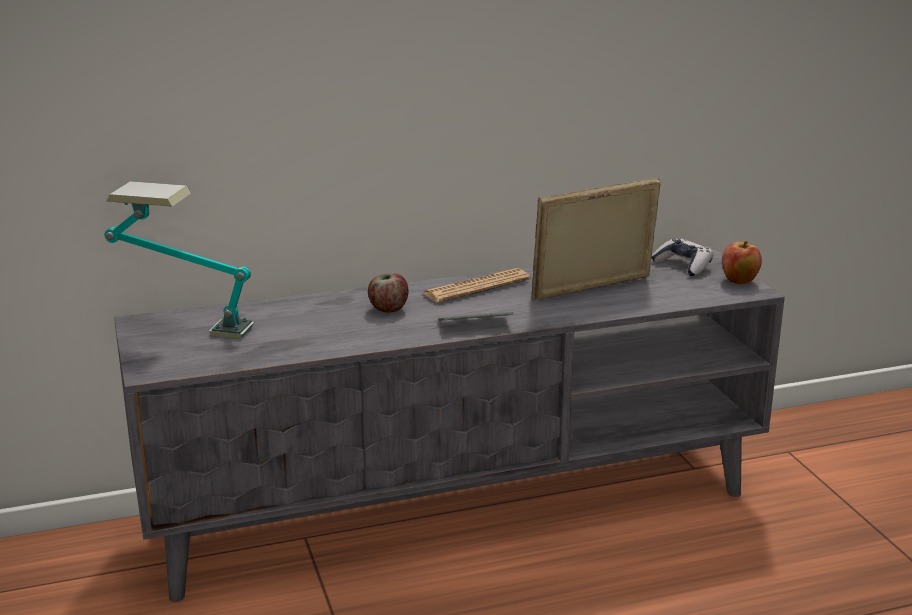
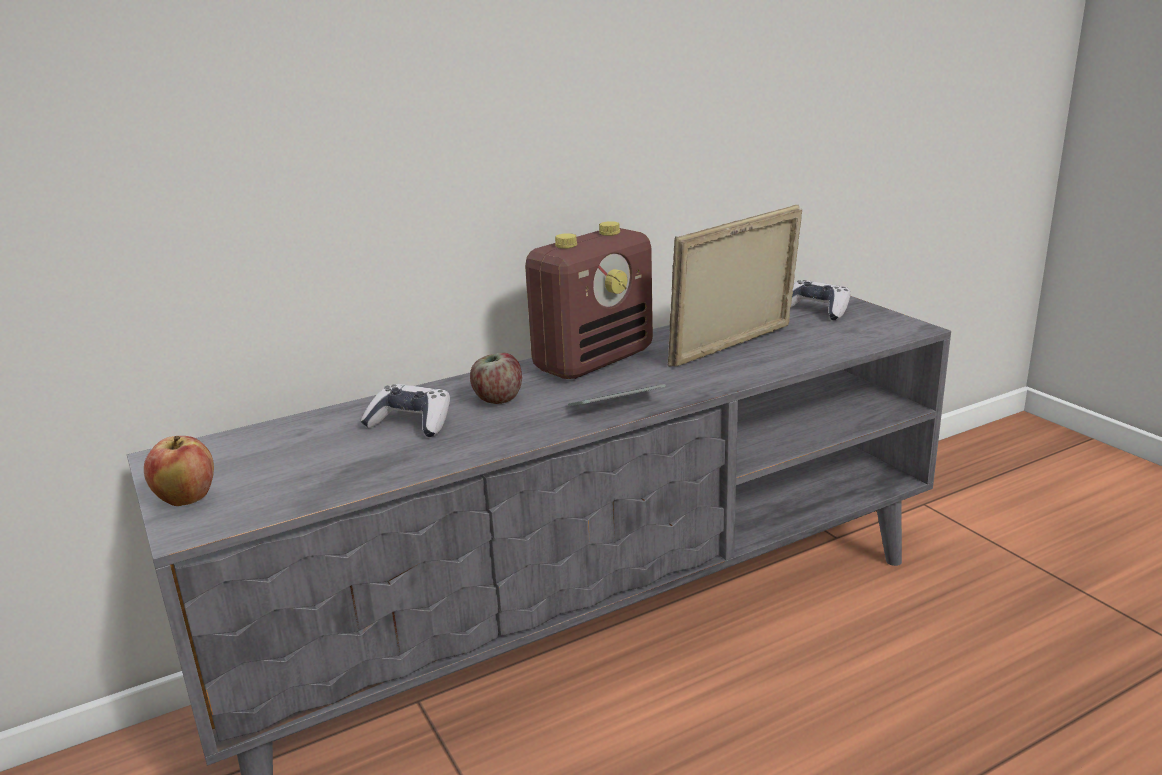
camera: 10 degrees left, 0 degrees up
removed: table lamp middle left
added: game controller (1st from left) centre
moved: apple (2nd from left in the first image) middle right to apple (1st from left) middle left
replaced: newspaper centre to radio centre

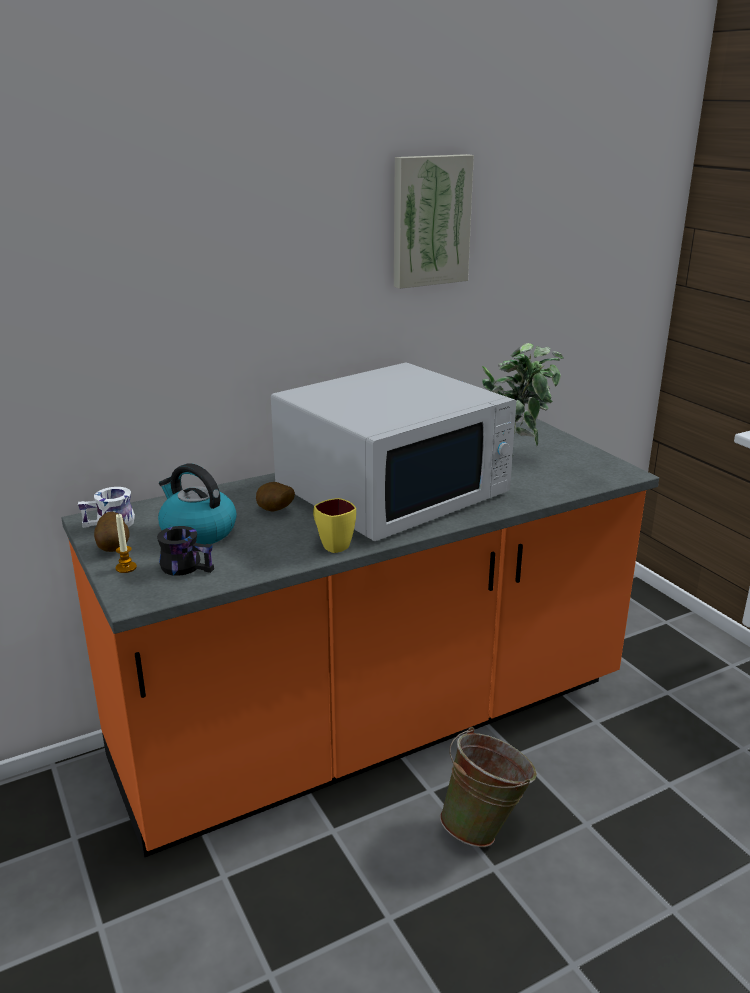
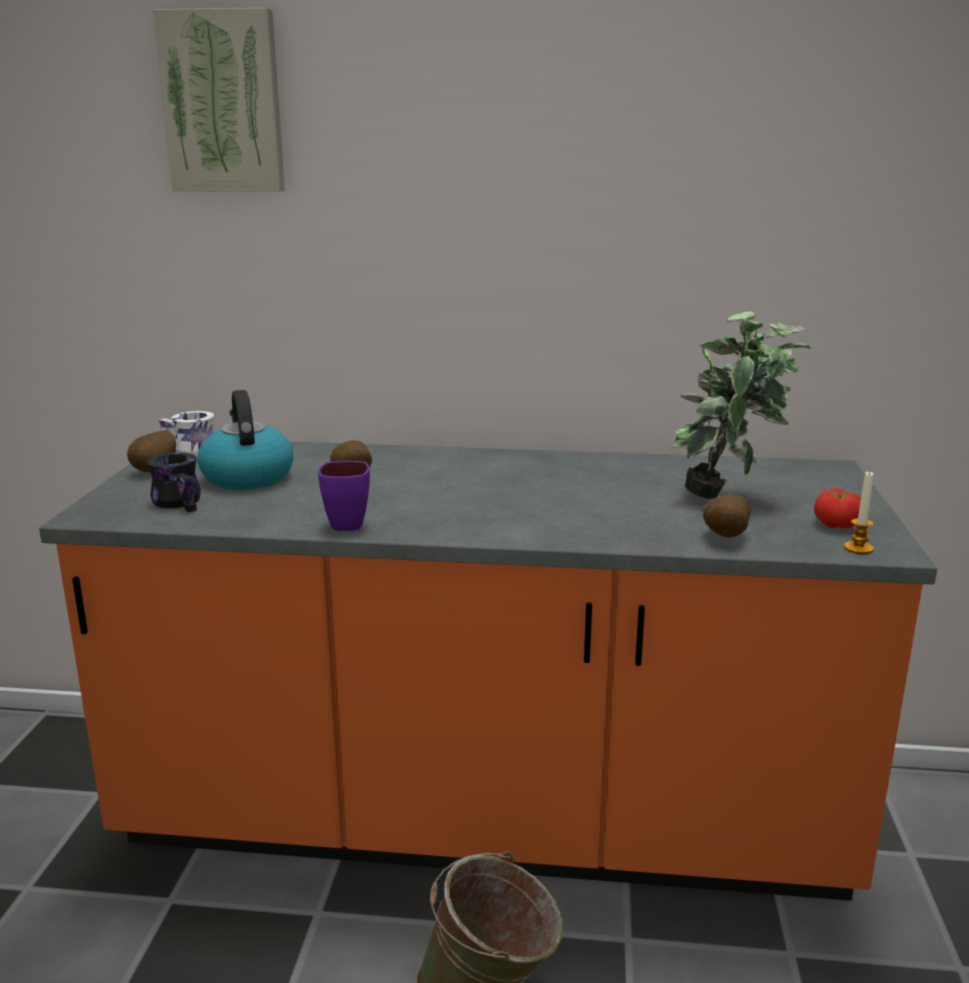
camera: 35 degrees right, 5 degrees down
removed: microwave (white) centre
added: potato (3rd from left) middle right; tomato middle right
moved: candle middle left to middle right; picture top centre to top left
recoloured: mug (yellow) centre to mug (purple) centre

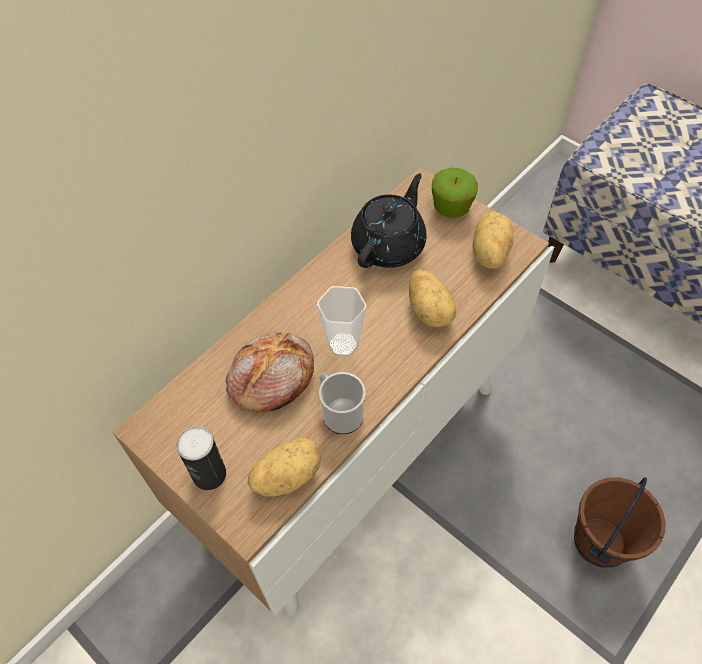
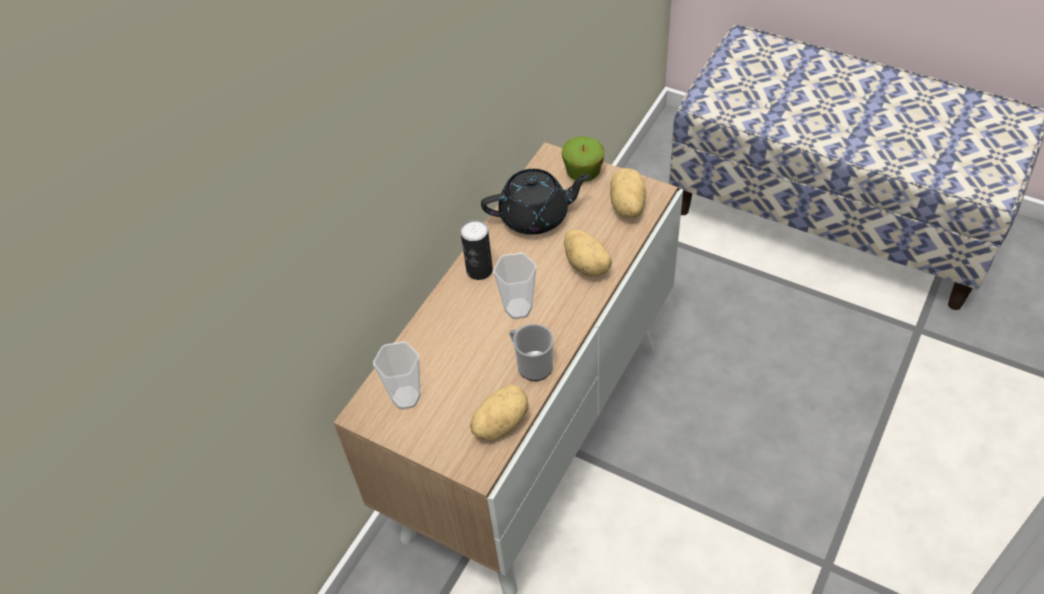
camera: 10 degrees left, 5 degrees down
removed: bread centre; bucket (brown) bottom right
added: cup (1st from left) centre
moved: can bottom left to centre
turned: teapot (black) top centre = centre 60 degrees clockwise

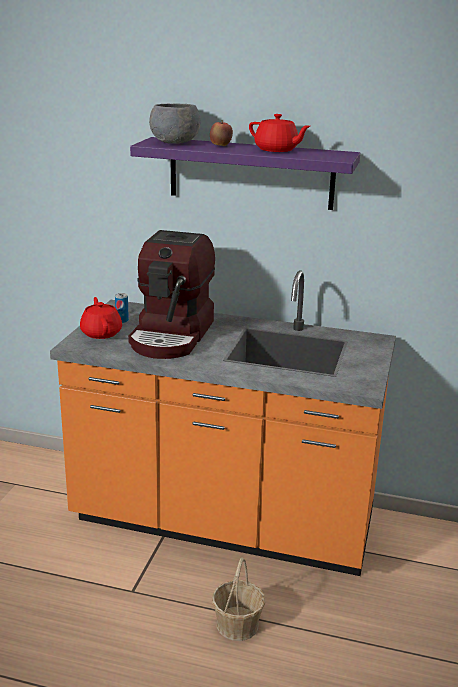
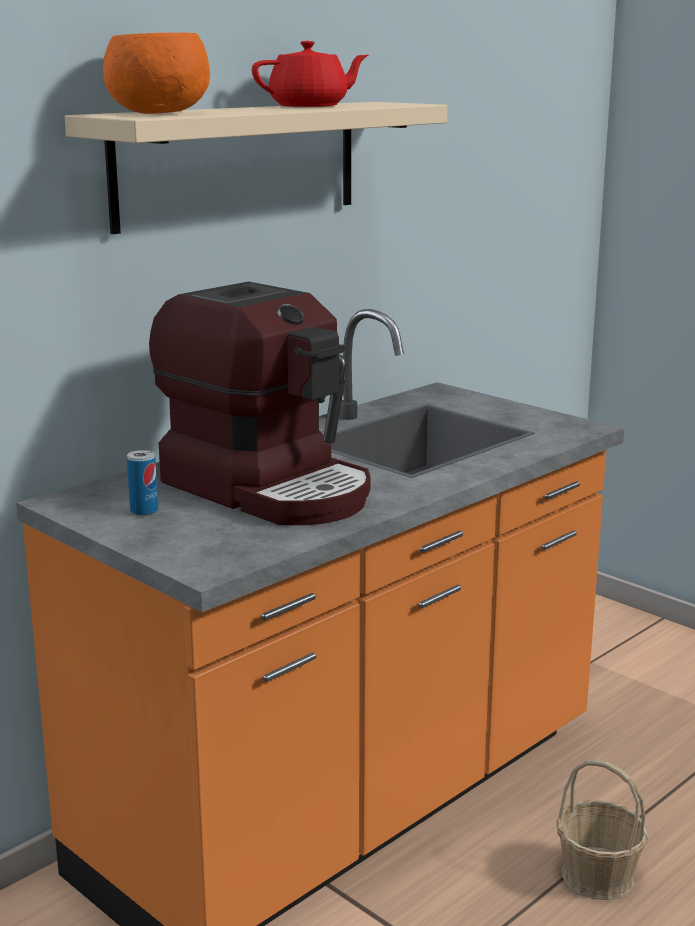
camera: 60 degrees left, 5 degrees down
removed: teapot (red) (1st from left) middle left; apple top centre
recoloured: shelf (purple) top centre to shelf (beige) top centre; bowl (grey) top centre to bowl (orange) top left

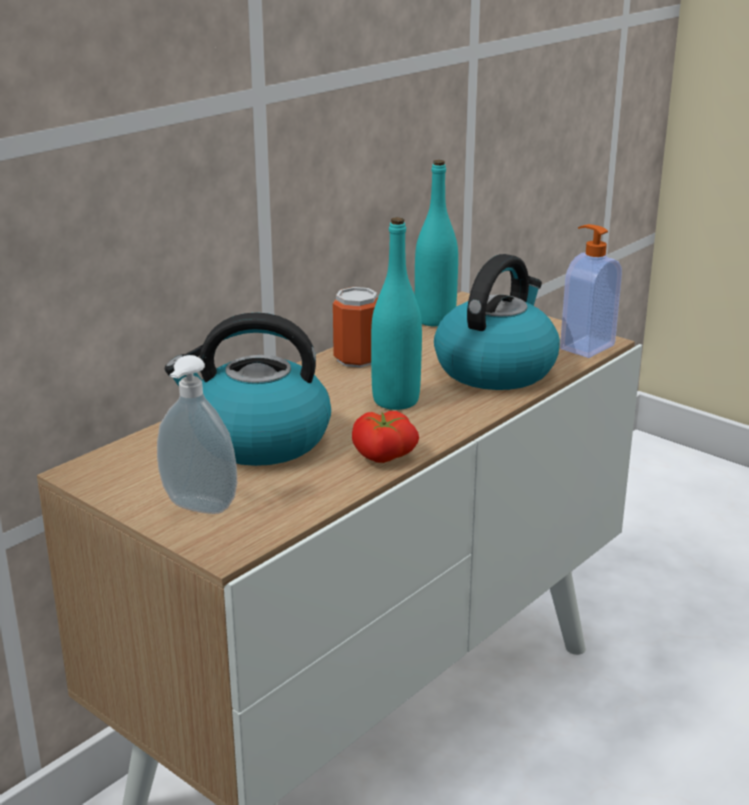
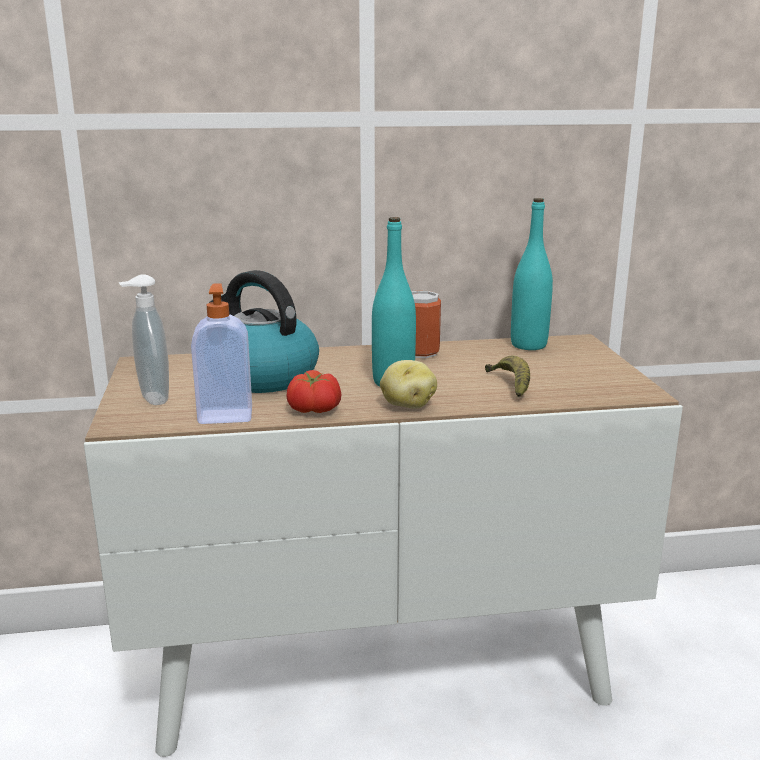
camera: 40 degrees right, 5 degrees down
added: potato centre
moved: soap dispenser (2nd from left) middle right to middle left
replaced: kettle (2nd from left) centre to banana middle right

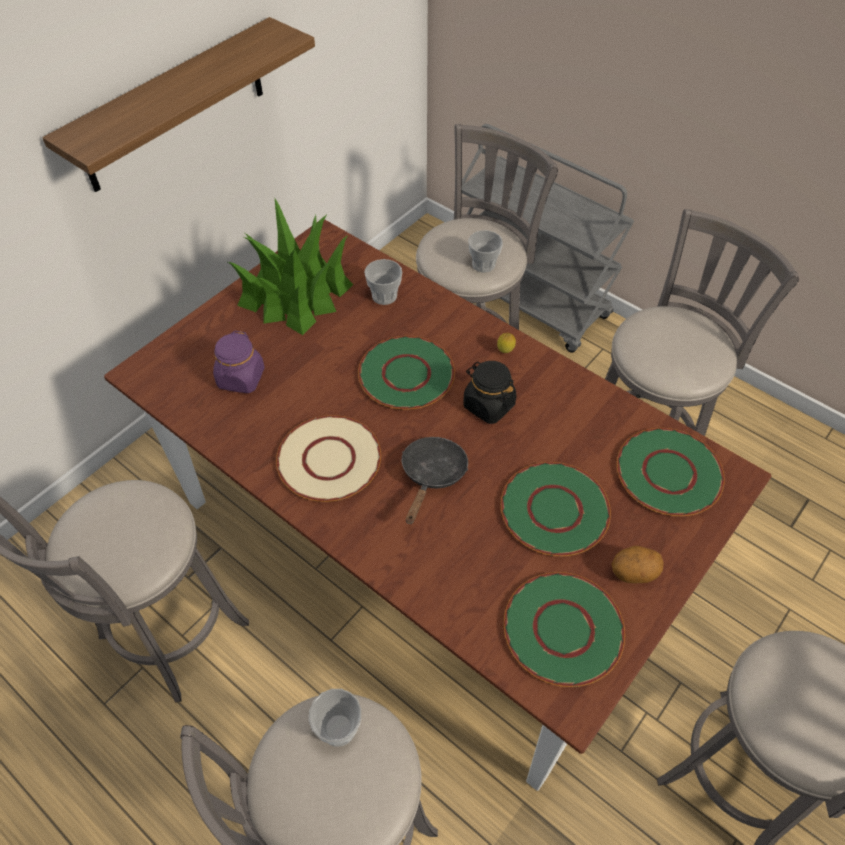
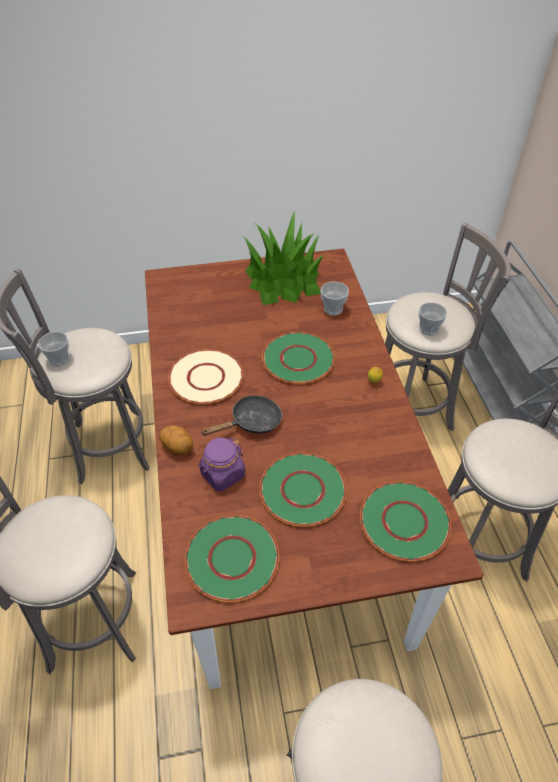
camera: 40 degrees right, 5 degrees down
removed: shelf top left; jar (black) centre
moved: jar (purple) middle left to centre; cup (1st from left) bottom centre to middle left; potato bottom right to middle left

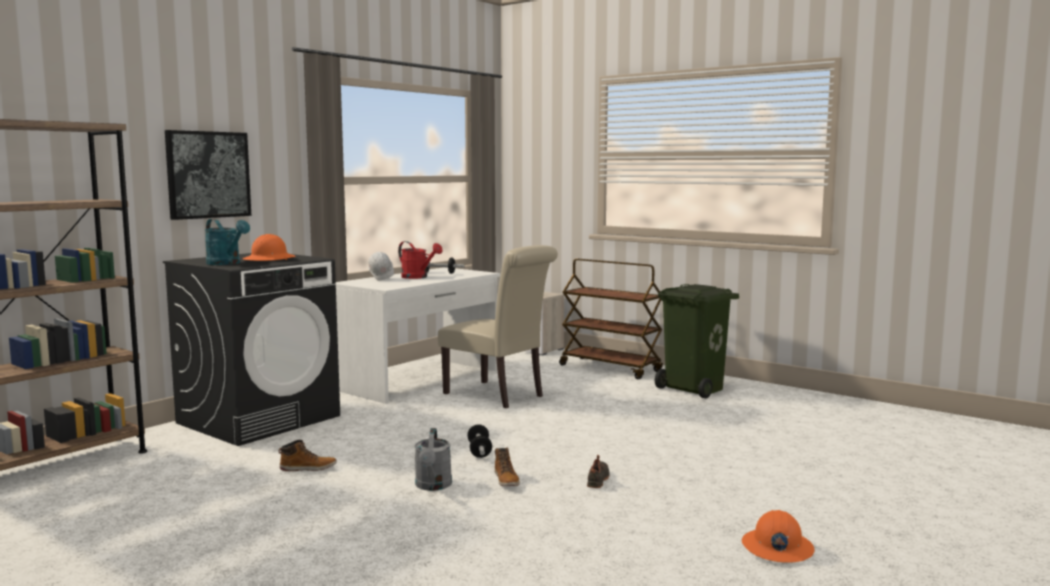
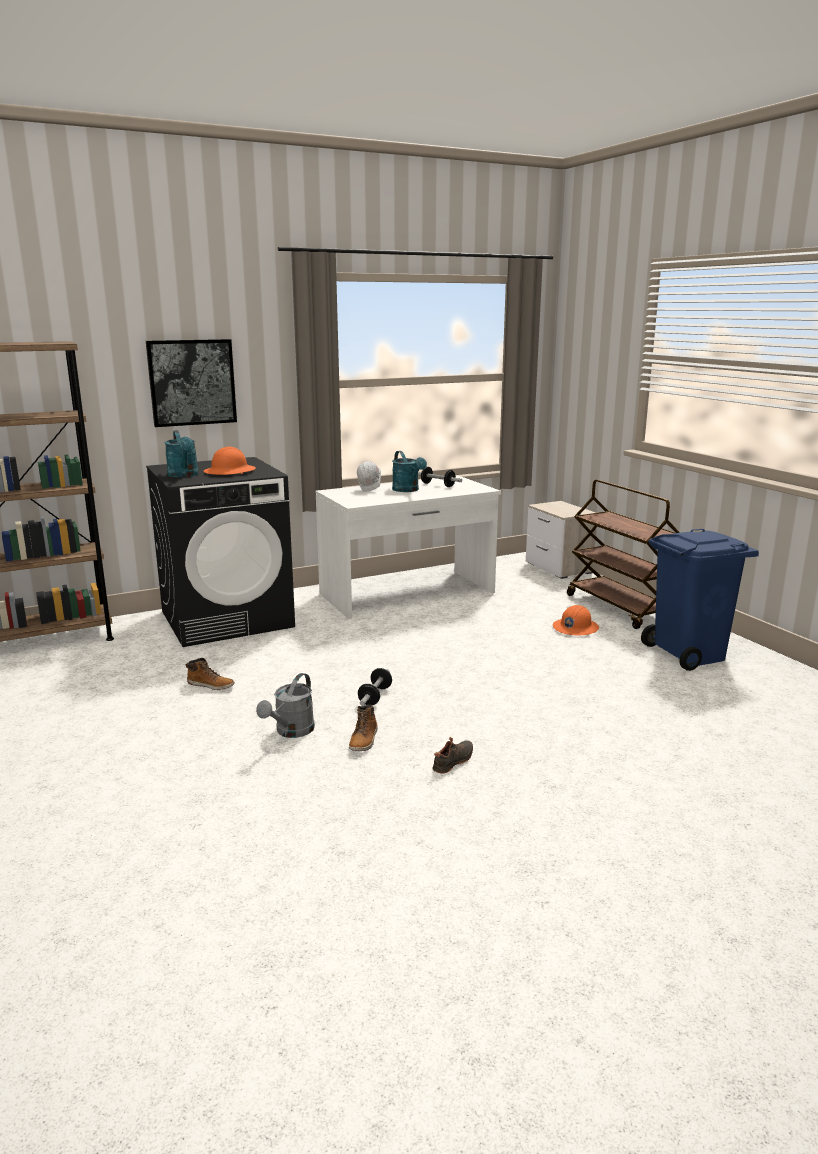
camera: 25 degrees right, 10 degrees up
removed: chair (beige) centre
moved: hard hat (orange) (2nd from left) bottom right to middle right
recoloured: watering can (red) centre to watering can (turquoise) (2nd from left) centre; trash can (green) centre to trash can (blue) middle right

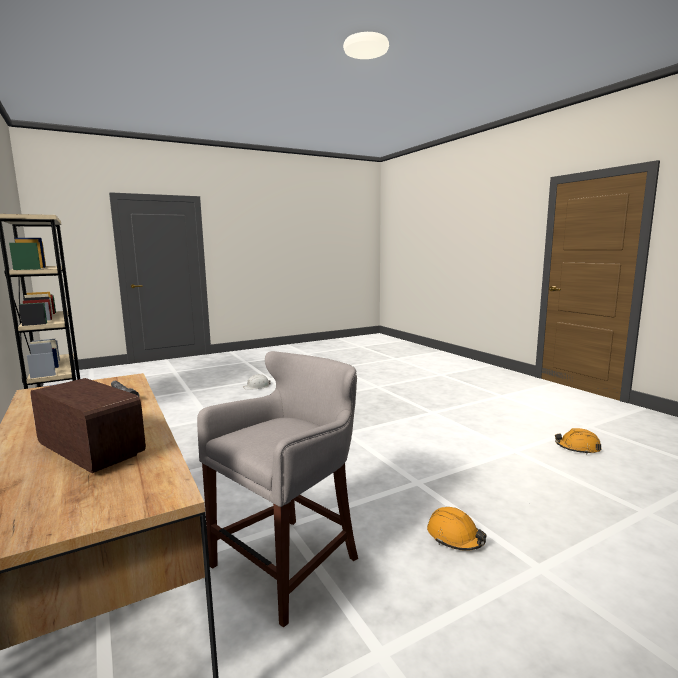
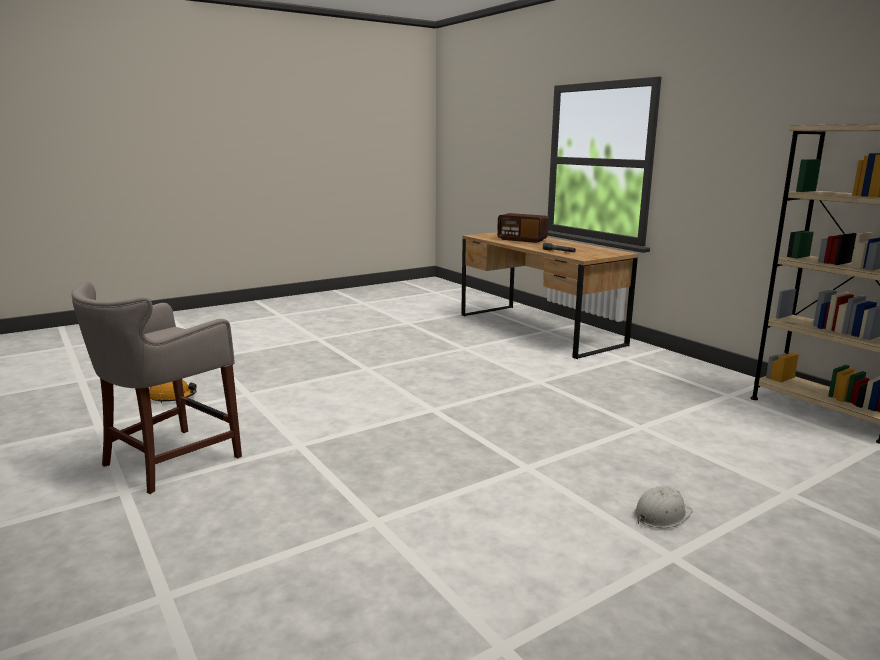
camera: 175 degrees right, 5 degrees up
removed: hard hat (orange) (1st from left) bottom right
moved: stool (grey) bottom centre to middle left

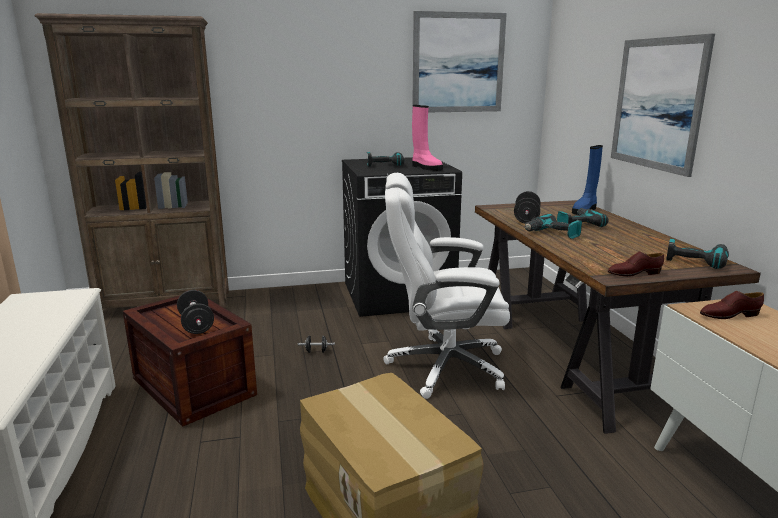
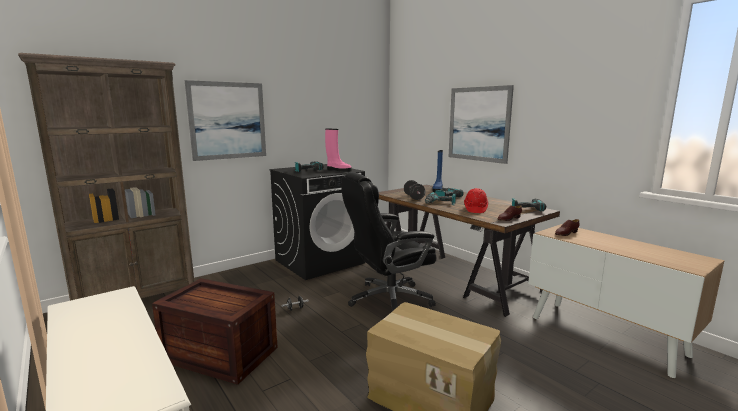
camera: 25 degrees left, 5 degrees down
removed: dumbbell (black) (1st from left) middle left
added: hard hat (red) centre
moved: picture (1st from left) top centre to top left
recoloured: office chair (white) centre to office chair (black) centre

